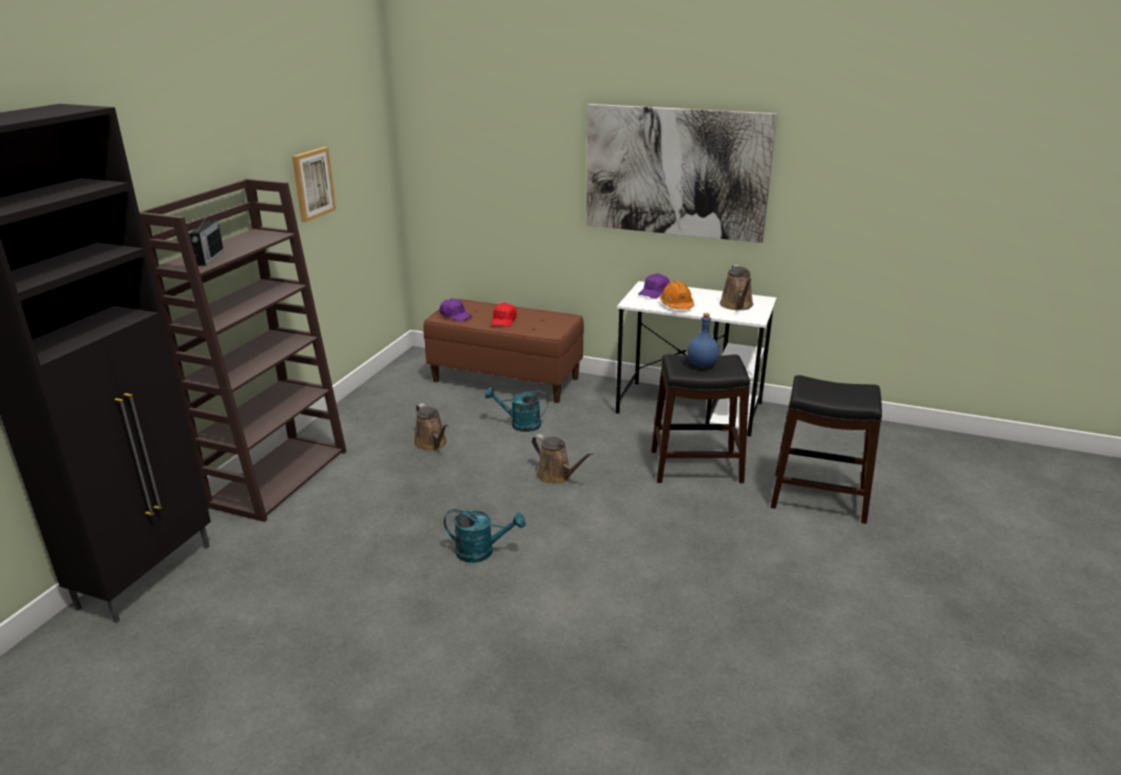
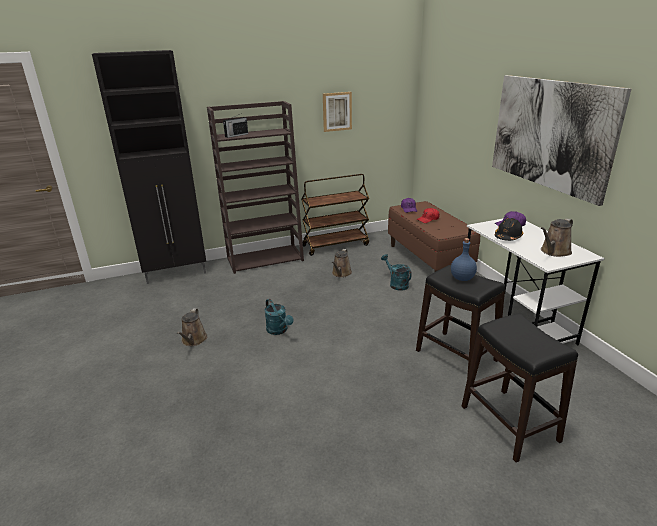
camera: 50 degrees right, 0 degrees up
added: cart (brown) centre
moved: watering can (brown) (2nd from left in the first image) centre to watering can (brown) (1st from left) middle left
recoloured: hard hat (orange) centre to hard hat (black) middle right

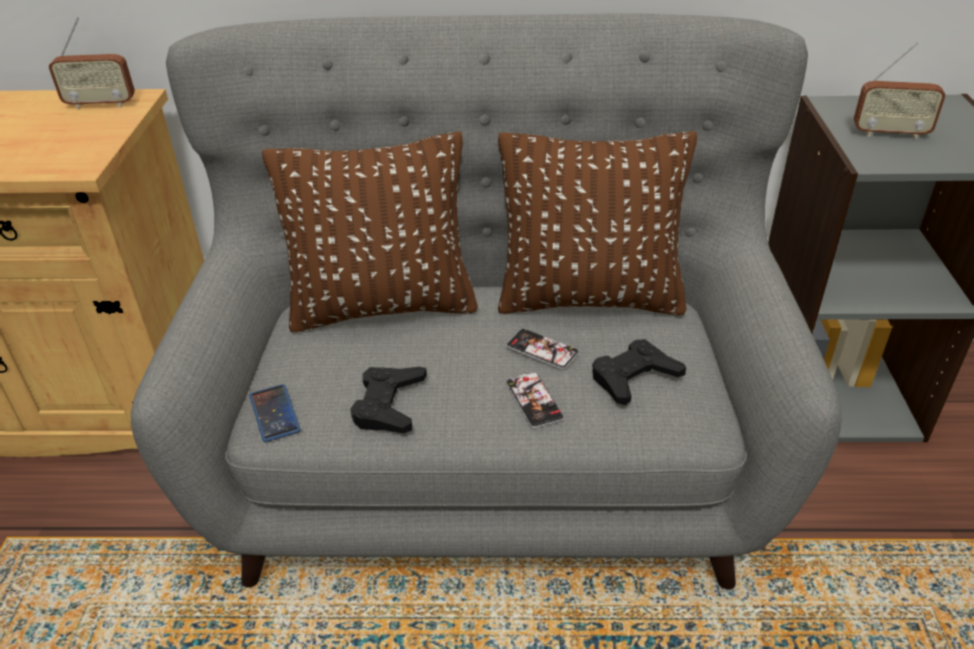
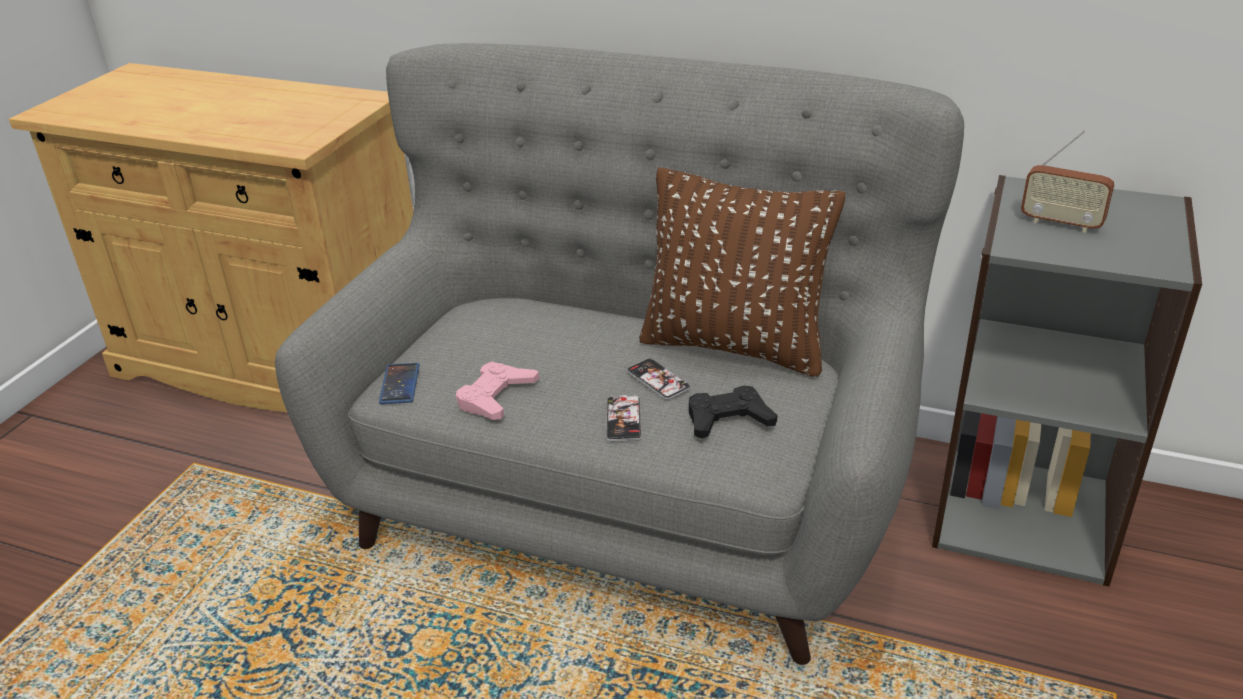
camera: 20 degrees right, 5 degrees down
removed: radio (1st from left) top left; pillow (brown) (1st from left) centre
recoloured: game controller (black) (1st from left) centre to game controller (pink) centre

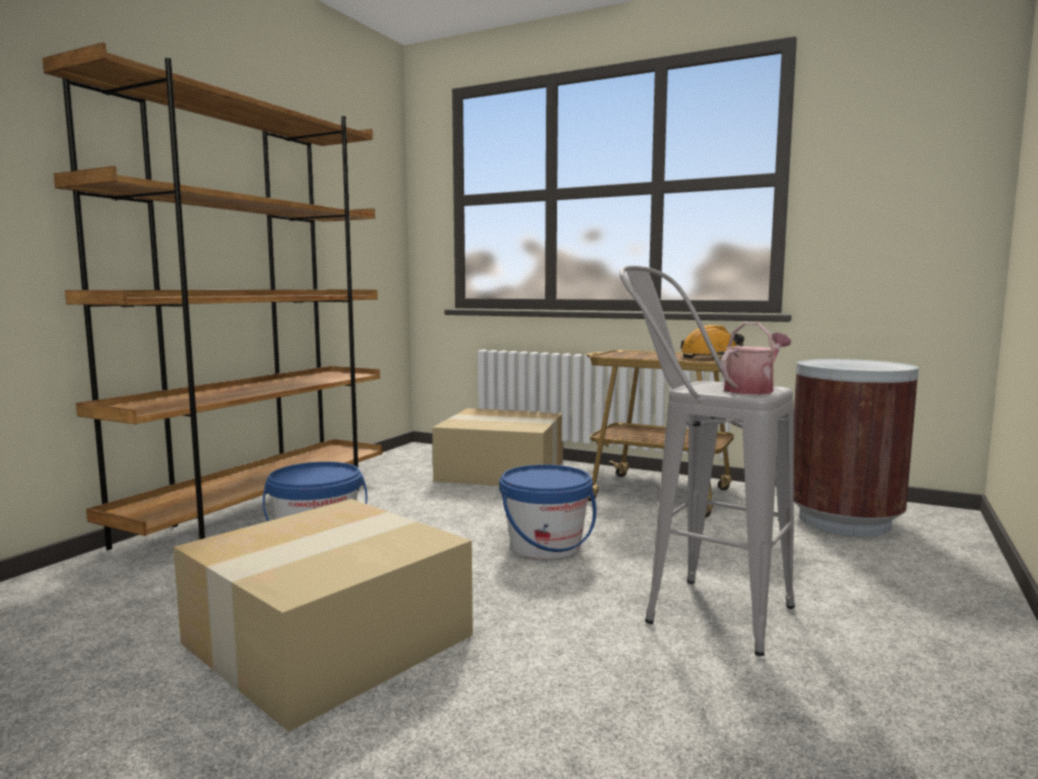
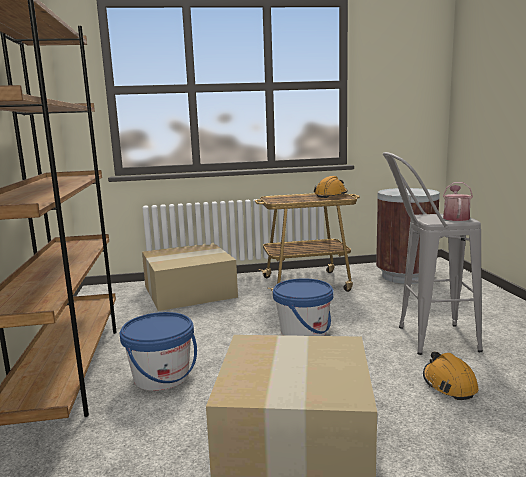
camera: 35 degrees left, 5 degrees up
added: hard hat (orange) (2nd from left) bottom right

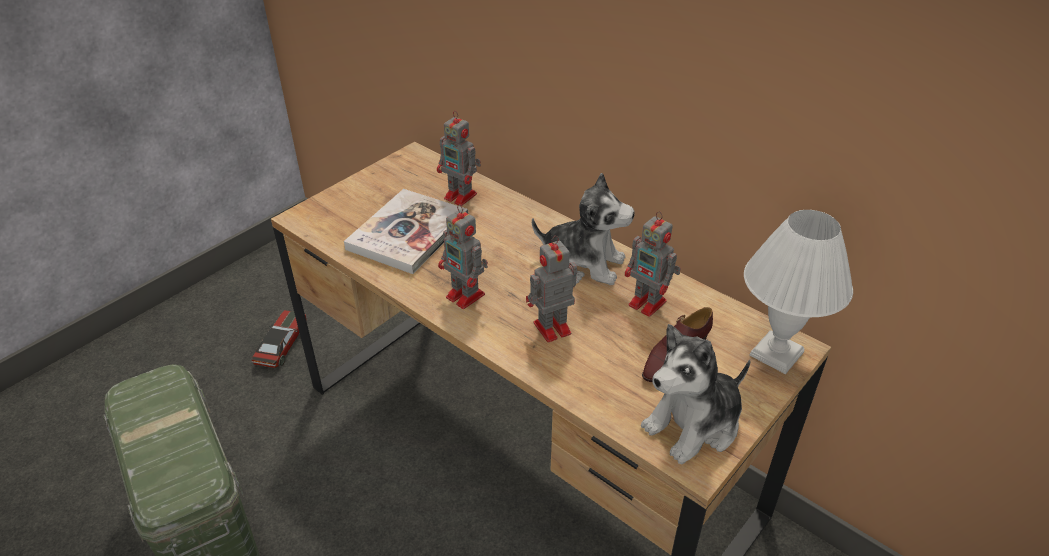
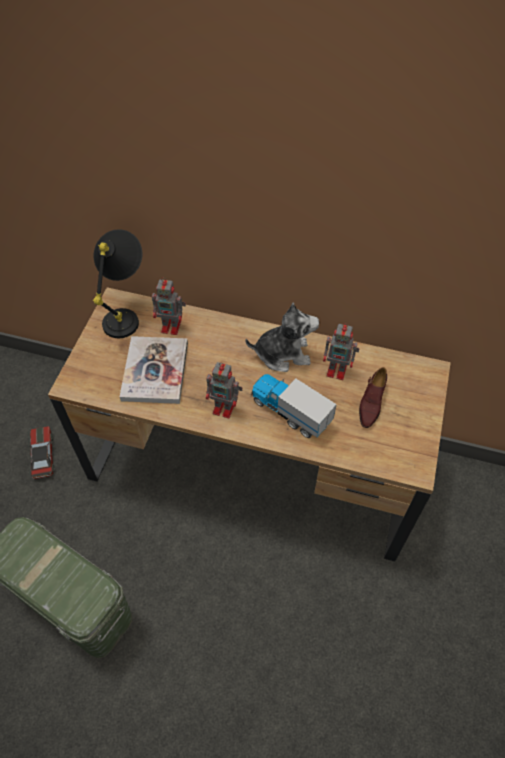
camera: 25 degrees left, 15 degrees up
removed: plush toy (2nd from left) bottom centre; table lamp (white) middle right
added: table lamp (black) middle left
replaced: toy robot (3rd from left) centre to toy truck centre

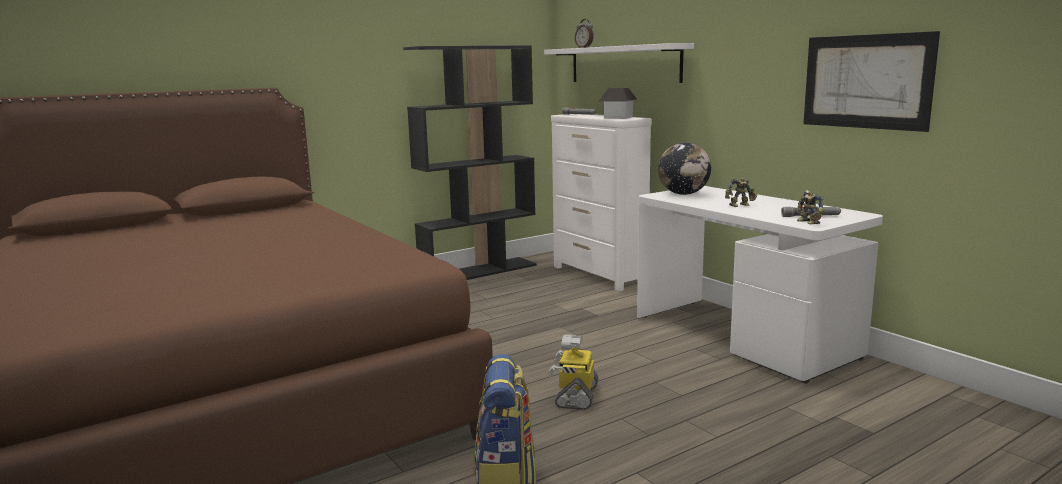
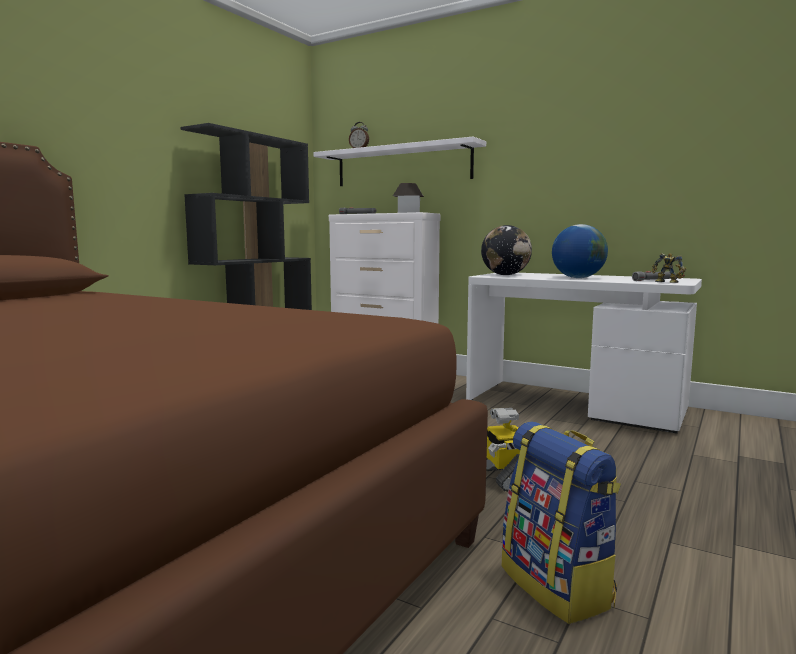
camera: 25 degrees left, 5 degrees down
removed: picture top right
replaced: toy robot (2nd from left) middle right to globe (2nd from left) middle right

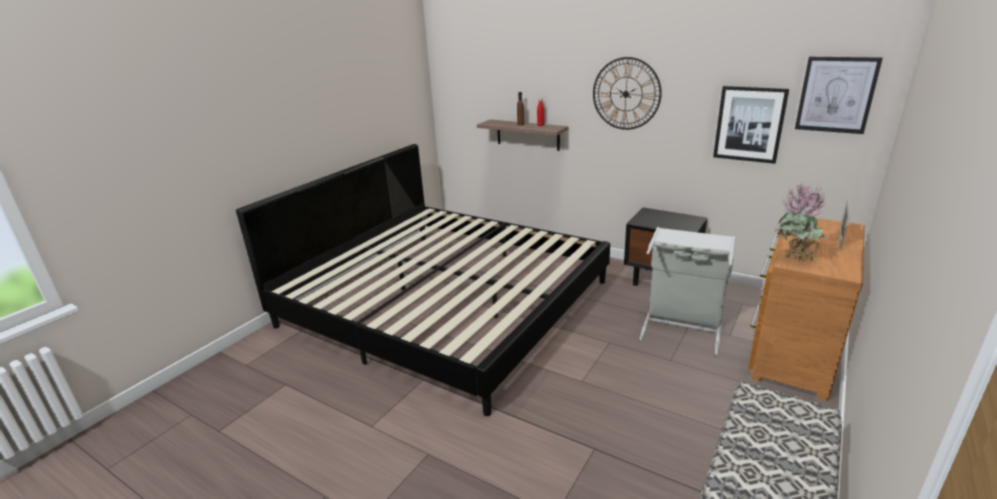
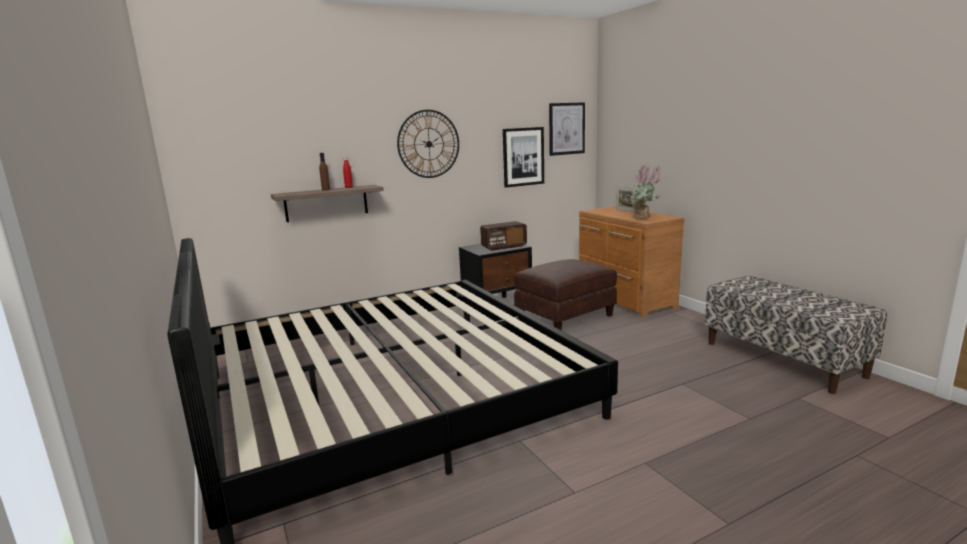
camera: 60 degrees left, 10 degrees down
added: radio centre
replaced: laundry basket (grey) middle right to ottoman (brown) centre

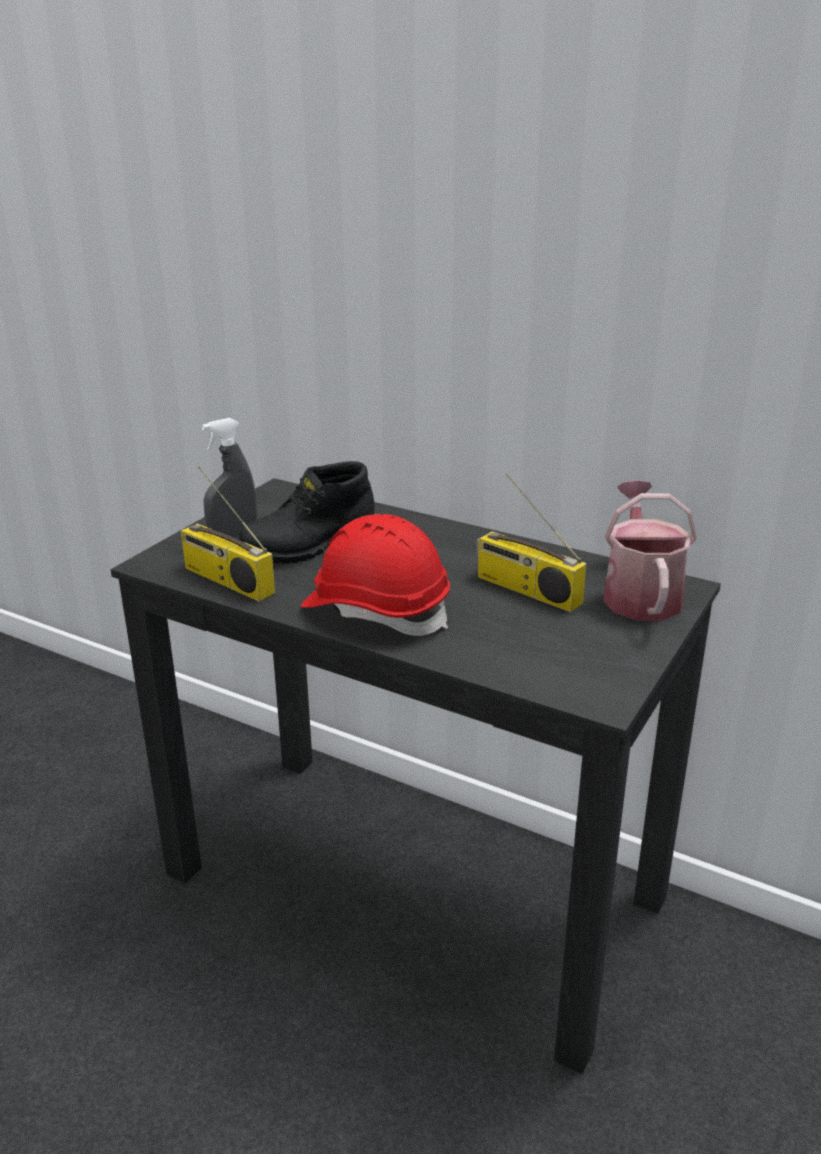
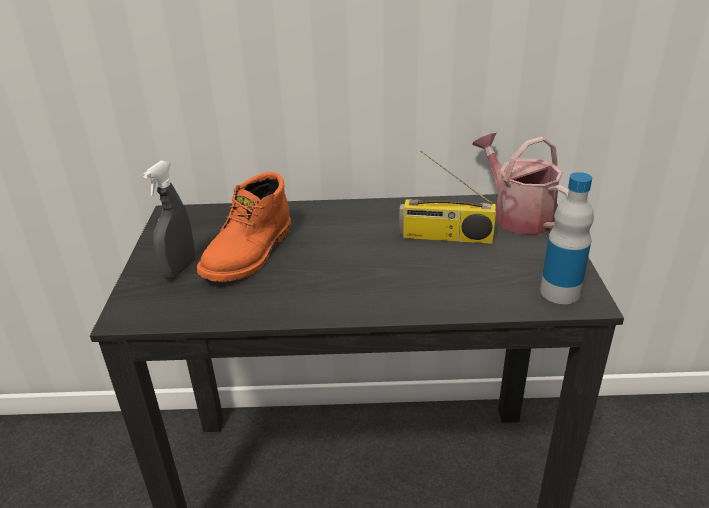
camera: 30 degrees left, 5 degrees up
removed: radio (1st from left) middle left; hard hat (red) centre
added: bottle middle right
recoloured: boot (black) centre to boot (orange) centre

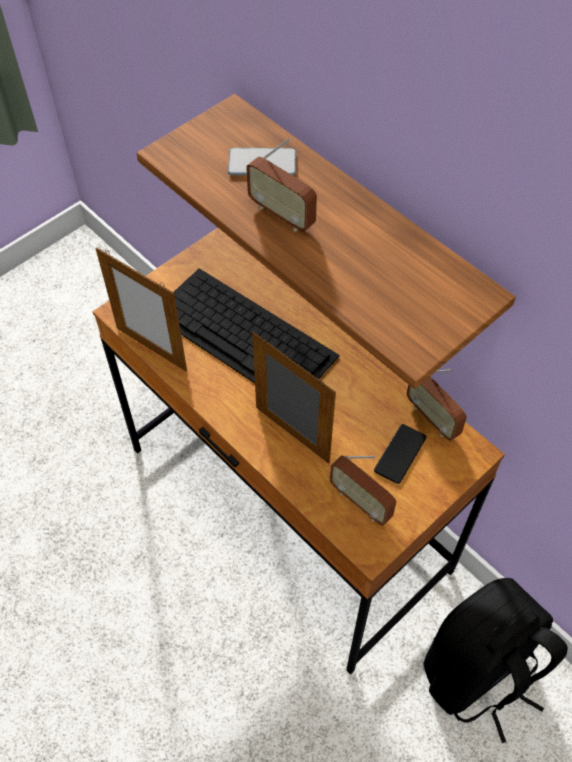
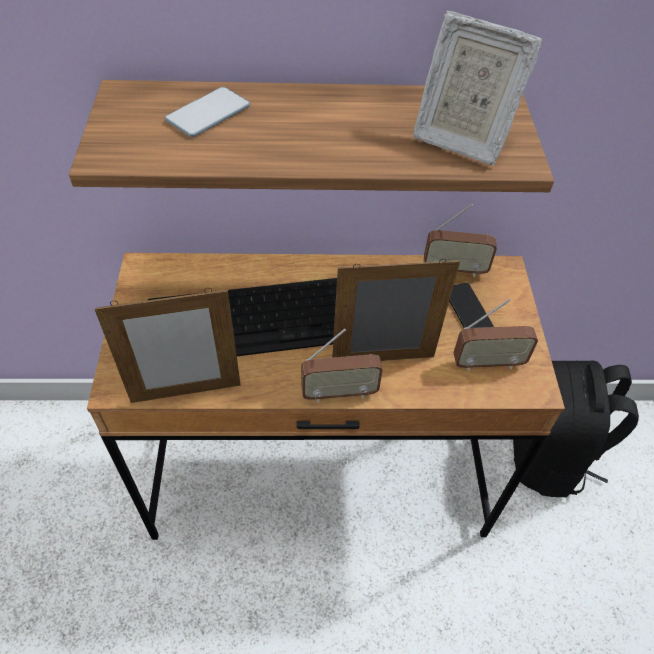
camera: 50 degrees left, 5 degrees down
added: picture frame (3rd from left) top right
moved: radio (1st from left) top centre to centre

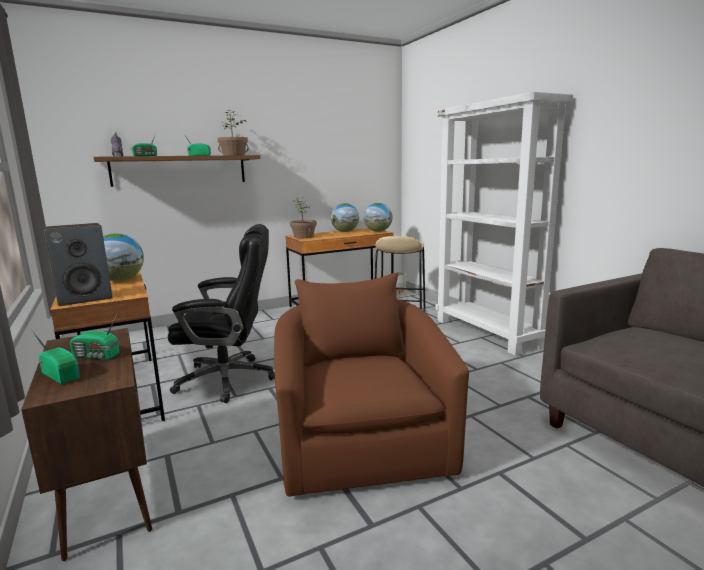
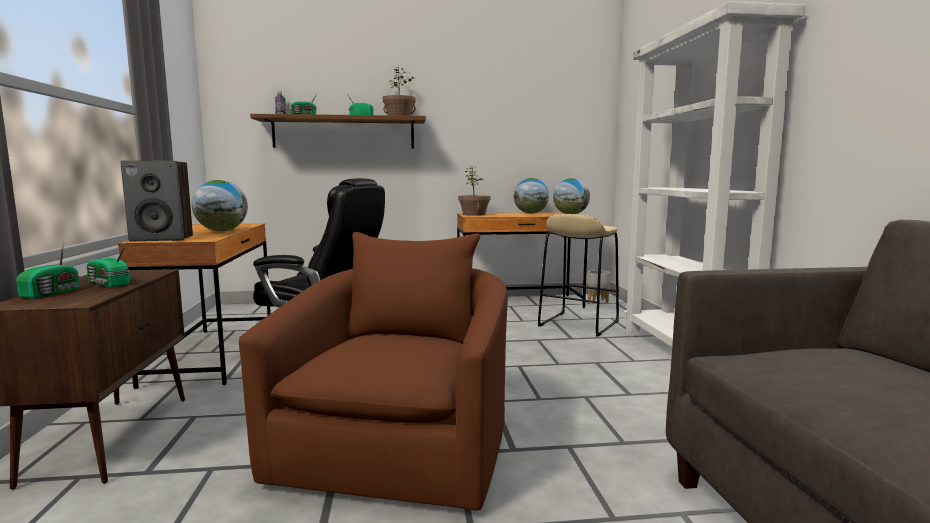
camera: 20 degrees right, 5 degrees down
turned: radio (1st from left) middle left = middle left 45 degrees clockwise

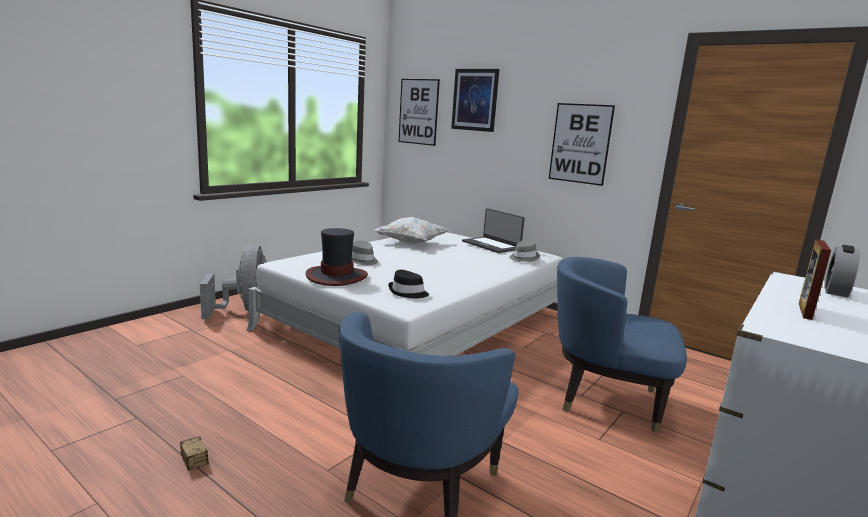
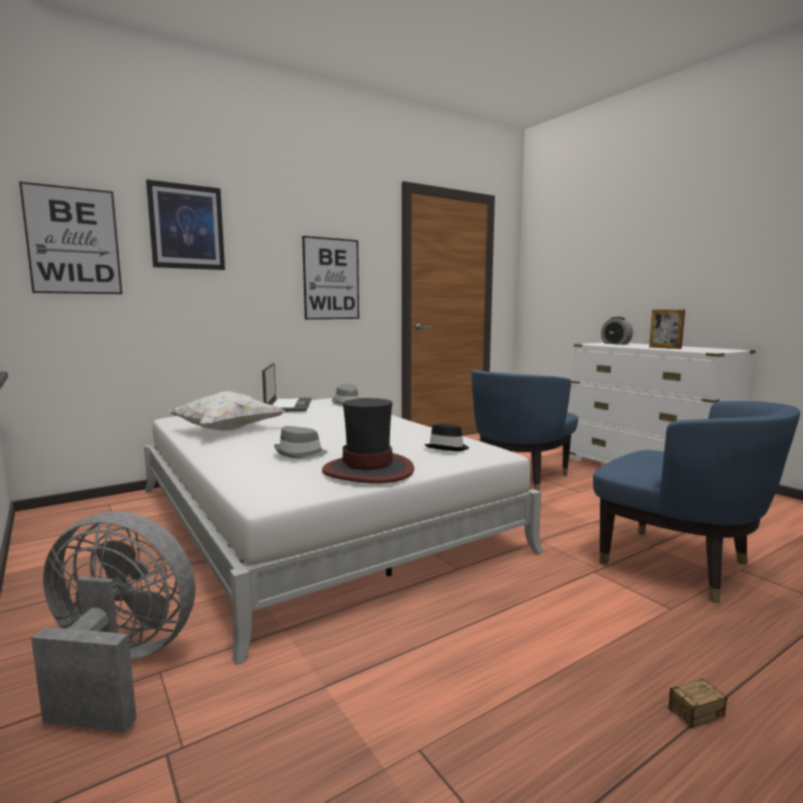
camera: 70 degrees left, 5 degrees down
turned: laptop centre = centre 75 degrees counterclockwise

